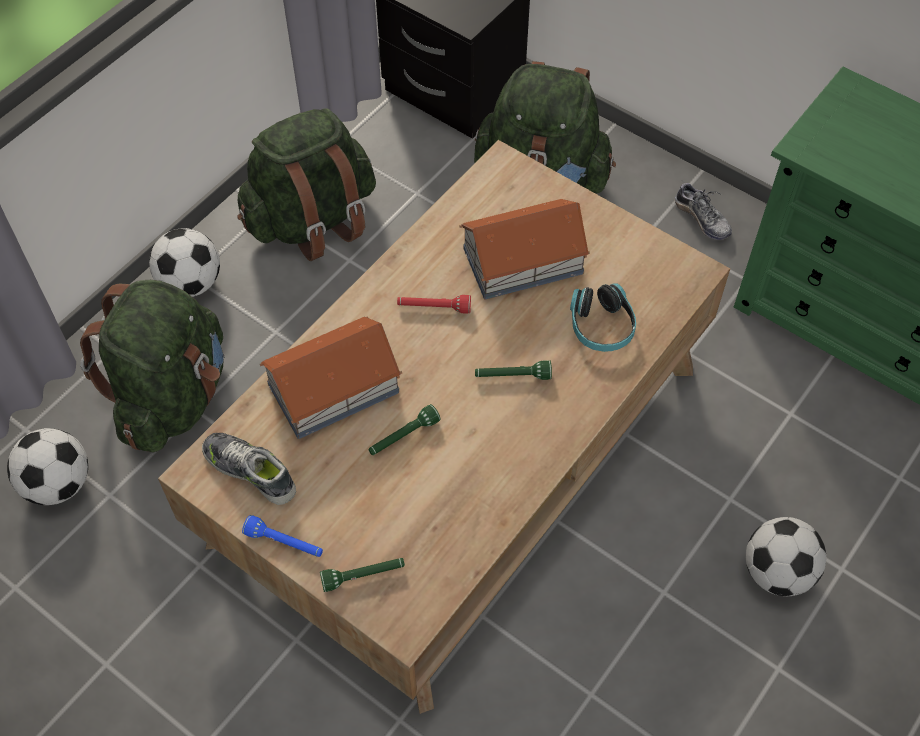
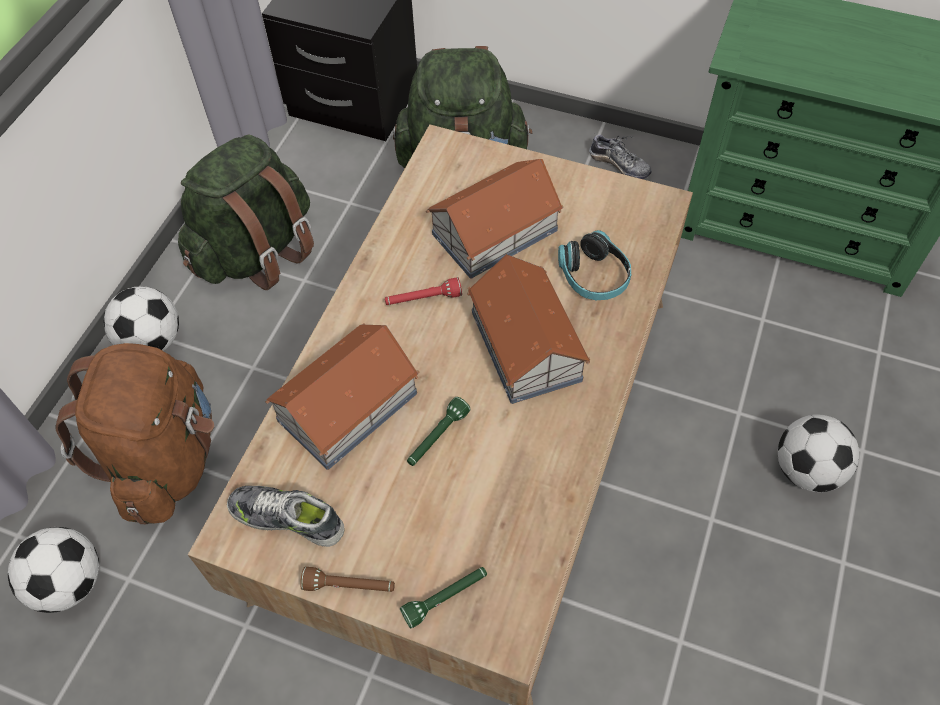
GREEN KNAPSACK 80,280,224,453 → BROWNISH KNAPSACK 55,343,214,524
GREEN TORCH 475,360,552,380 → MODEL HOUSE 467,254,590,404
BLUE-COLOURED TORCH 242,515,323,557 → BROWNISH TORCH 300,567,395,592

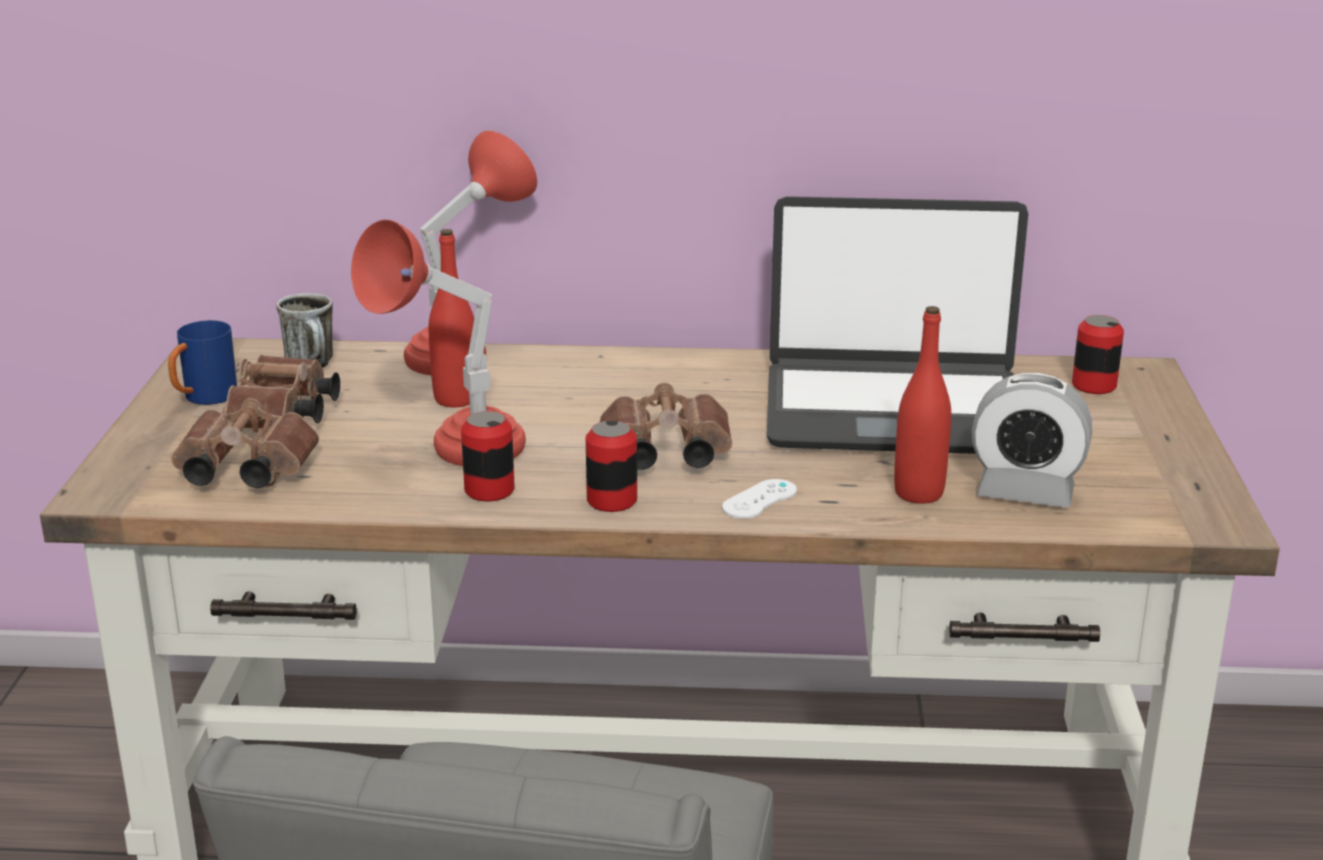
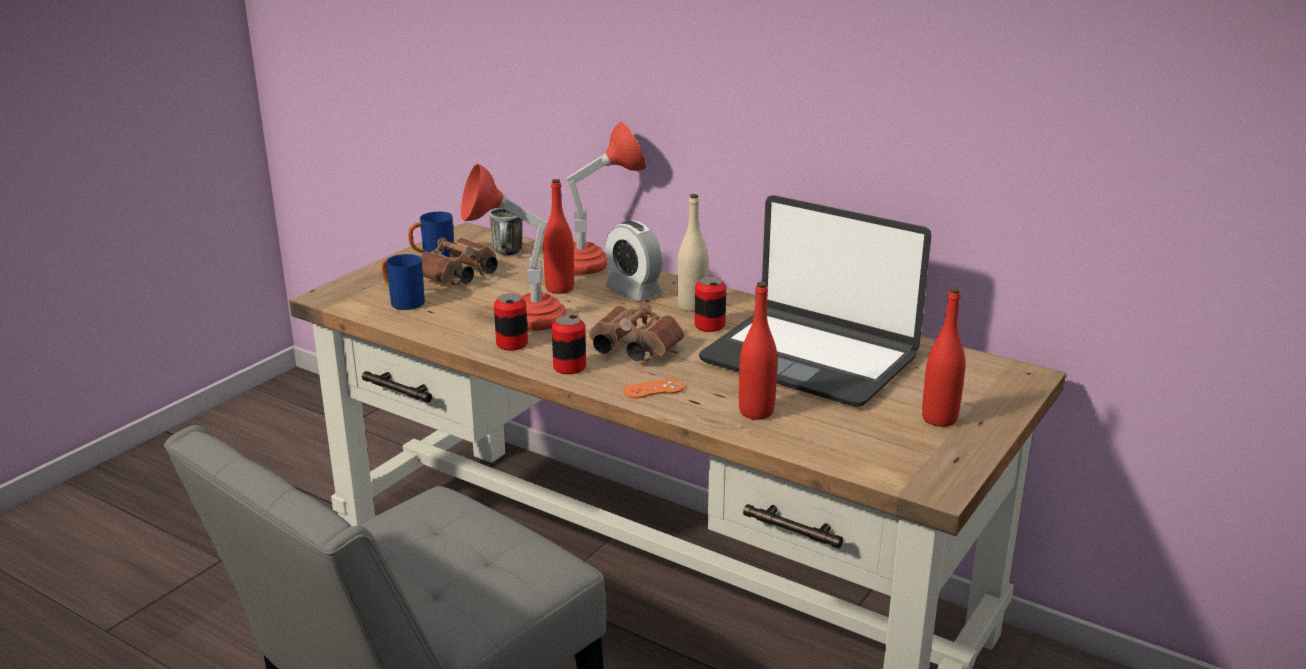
SEALED CAN 1072,315,1124,394 → SEALED CAN 695,276,726,332, moved
TABLE CLOCK 972,373,1092,508 → TABLE CLOCK 605,221,662,301, moved
BROWNISH BINOCULARS 171,398,319,488 → BLUE-COLOURED COFFEE MUG 382,254,425,310
WHITISH JOYPAD 722,479,797,519 → ORANGEY JOYPAD 623,379,685,399
- → BEIGE BOTTLE 677,194,709,312
- → RED-COLOURED BOTTLE 922,288,965,427

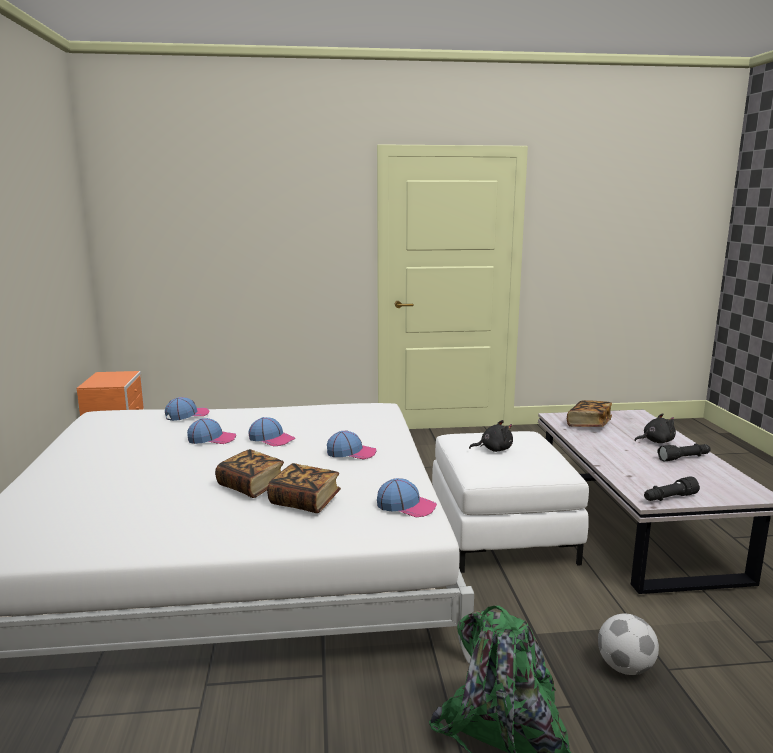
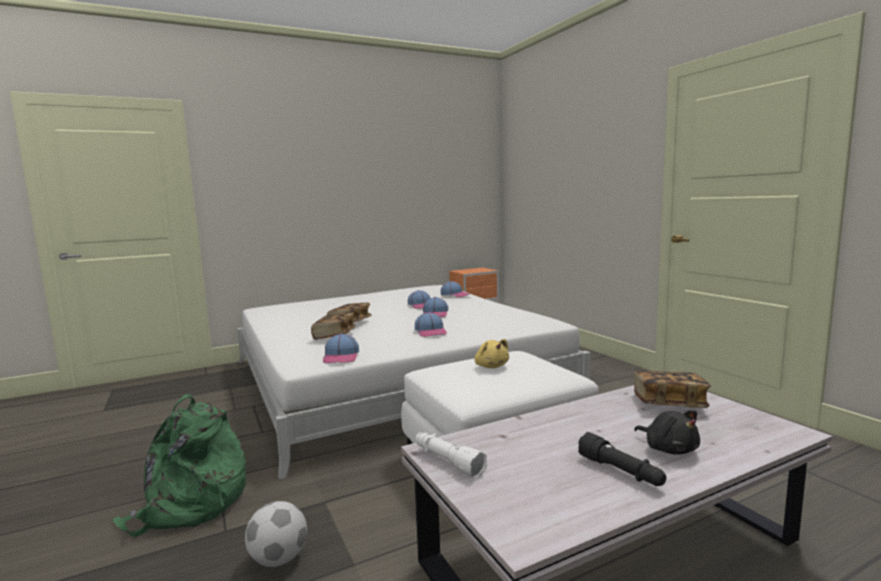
BLACKISH PLUSH TOY 469,420,513,452 → YELLOWISH PLUSH TOY 475,339,509,368
BLACKISH TORCH 644,476,700,501 → WHITISH TORCH 415,432,487,478

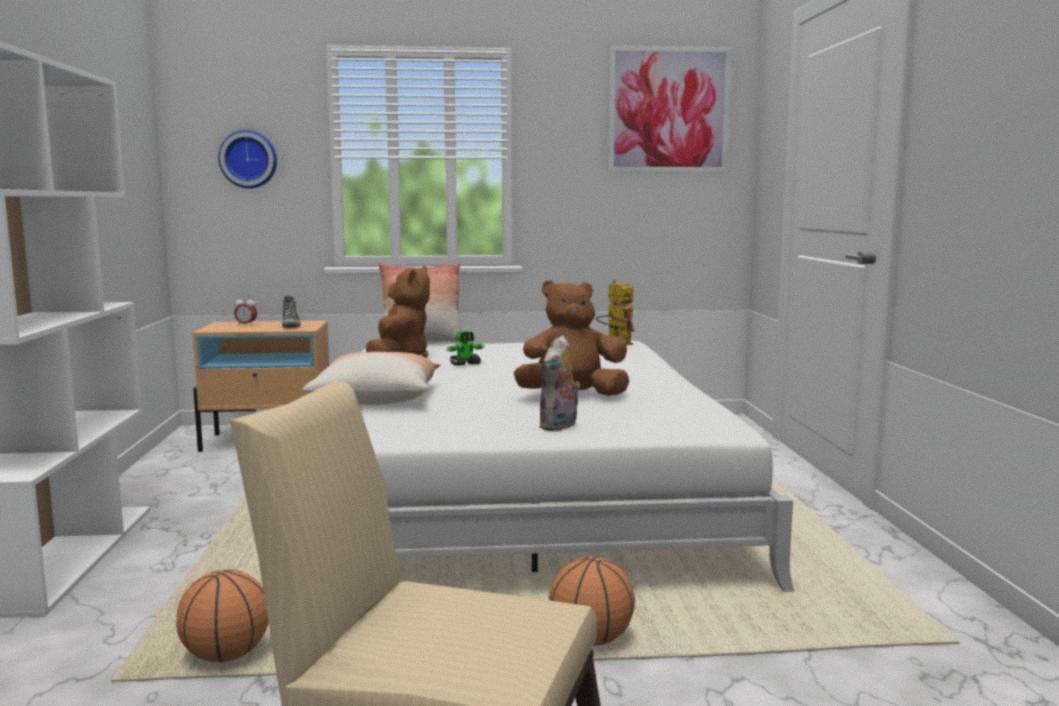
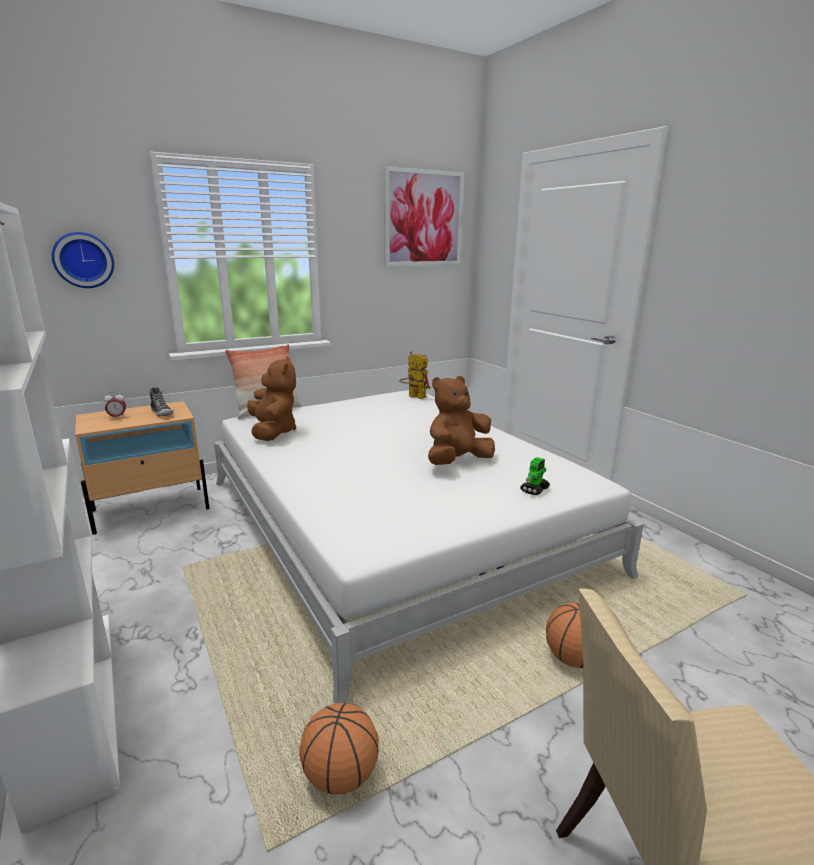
MODEL ROBOT 446,331,485,366 → MODEL ROBOT 521,457,550,495, moved
PLUSH TOY 539,335,580,431 → -
THROW PILLOW 302,352,440,405 → -

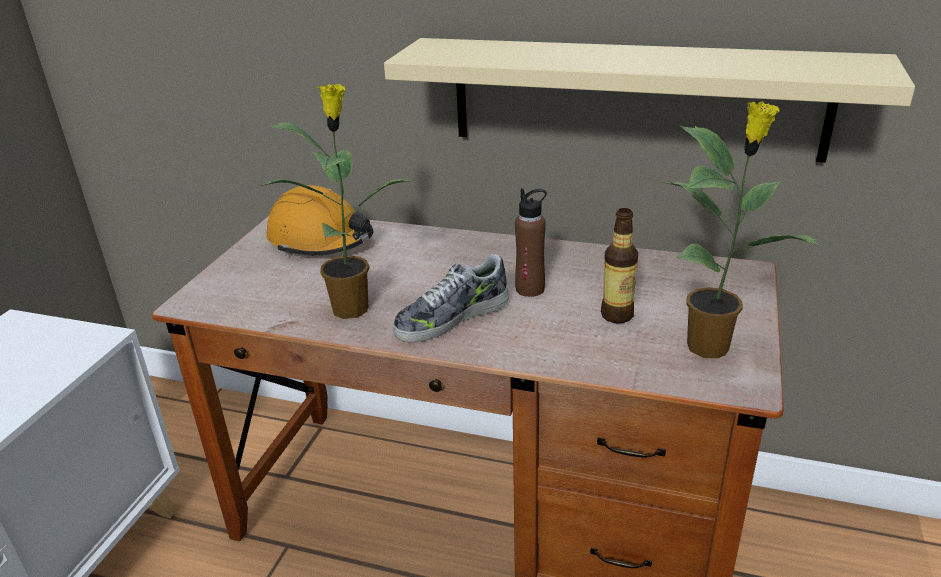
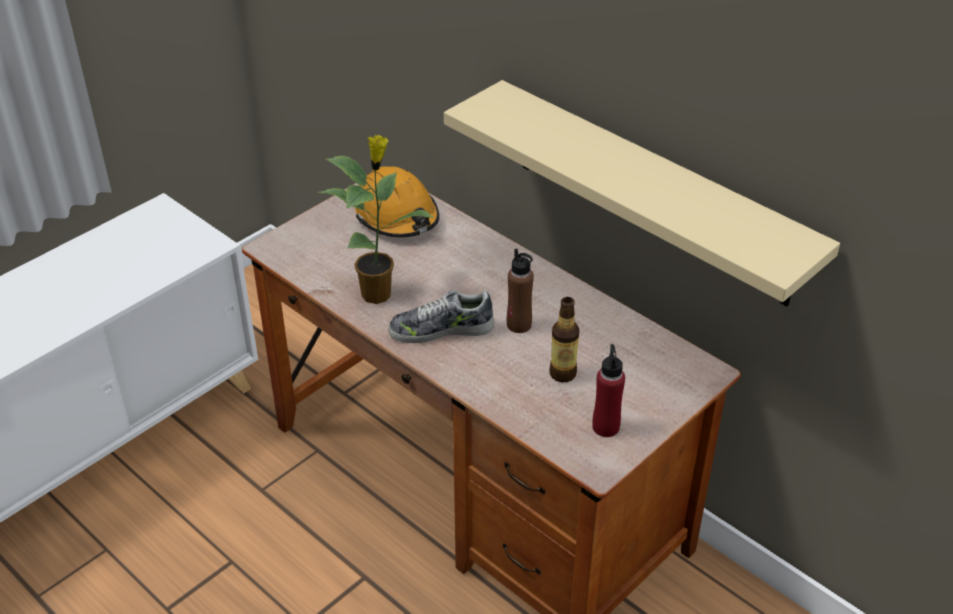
POTTED PLANT 663,101,822,358 → RED-COLOURED BOTTLE 592,344,625,437

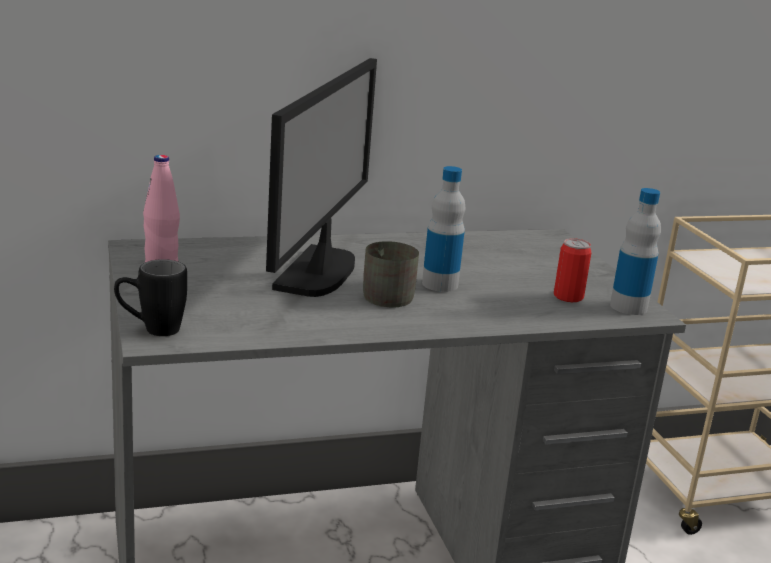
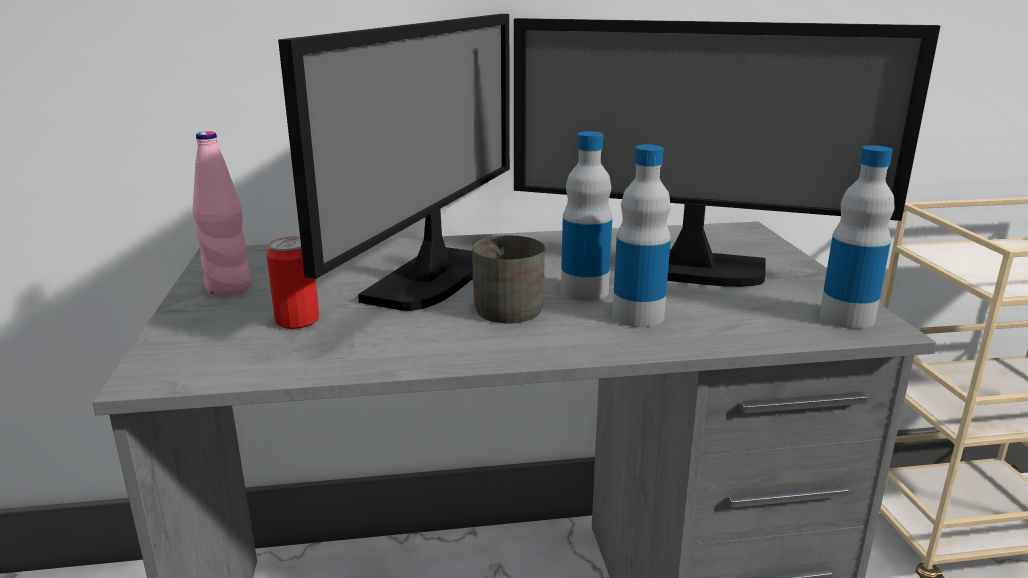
SEALED CAN 554,238,592,302 → SEALED CAN 266,236,319,329, moved
BLACKISH COFFEE MUG 114,259,187,336 → -
- → MONITOR 514,18,940,287
- → BOTTLE 612,145,671,327

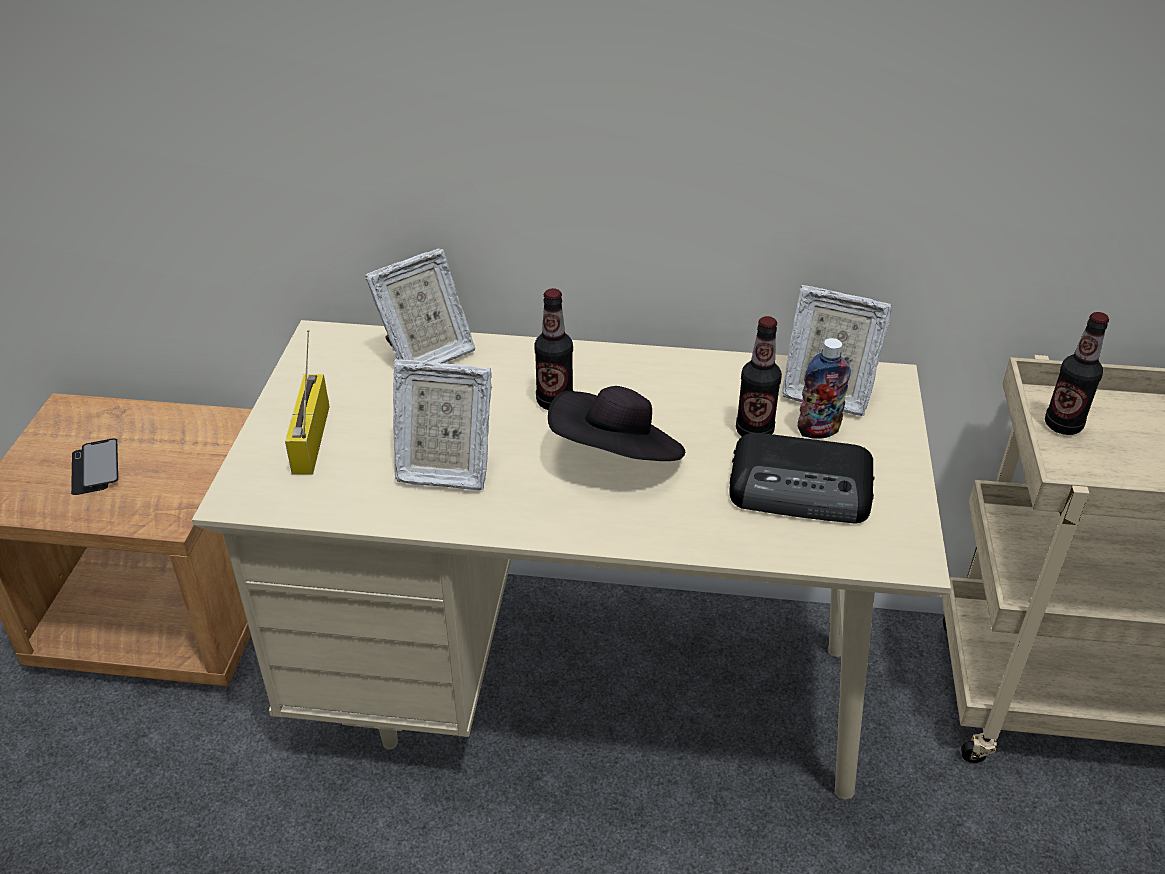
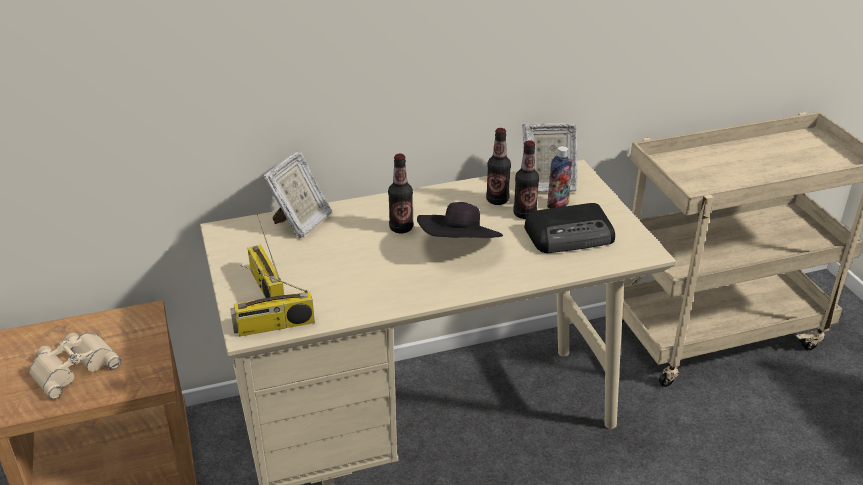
BOTTLE 1045,312,1109,435 → BOTTLE 486,128,511,205, moved
PICTURE FRAME 393,359,492,490 → -
HANDSET 71,438,118,495 → BEIGE BINOCULARS 29,333,121,399
- → RADIO 230,265,315,336

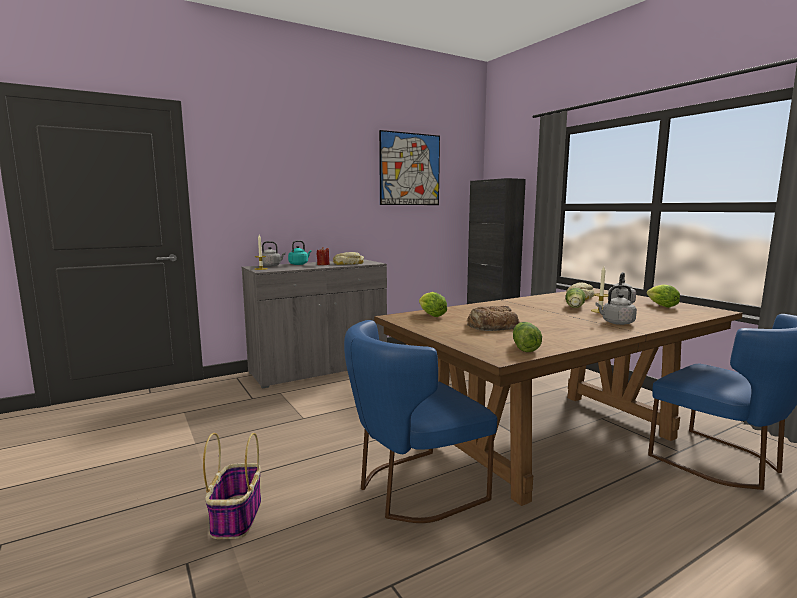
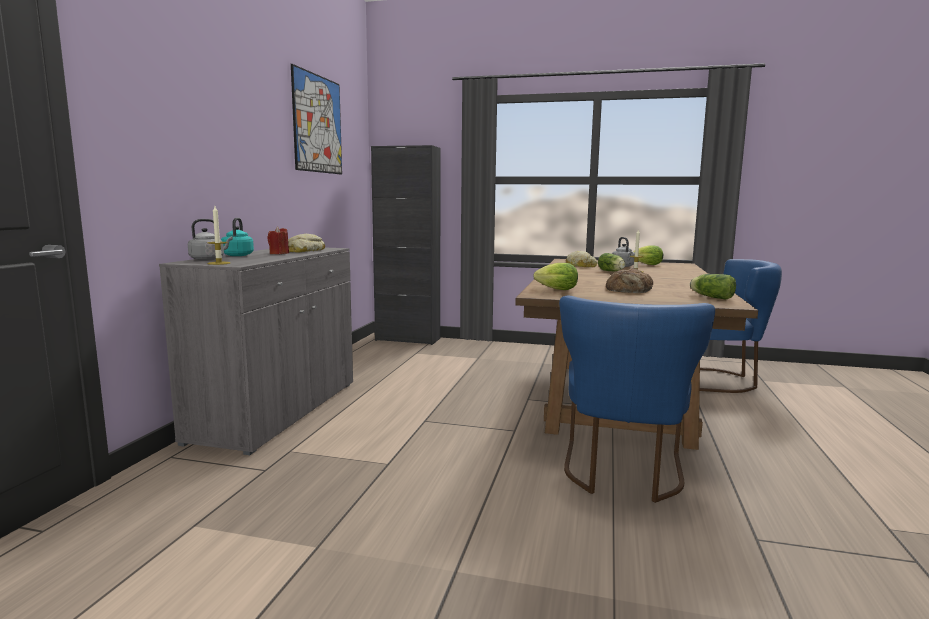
GREYISH WATER KETTLE 595,285,637,325 → -
HOUSEHOLD BASKET 203,433,261,539 → -

